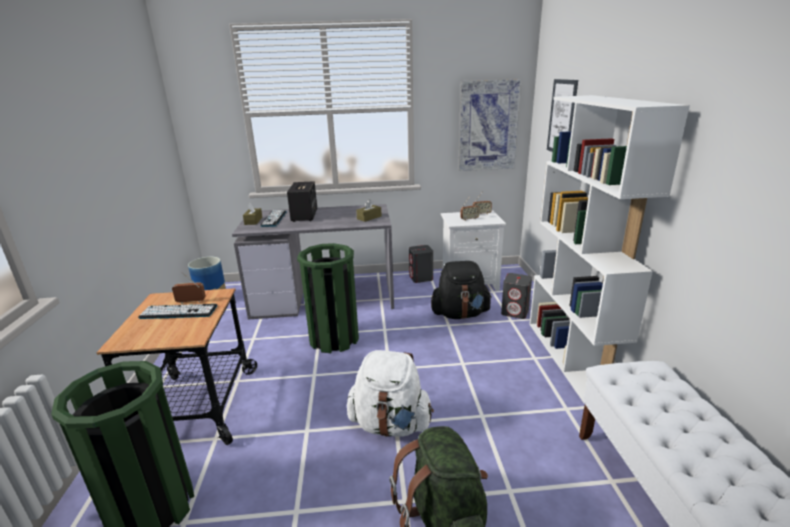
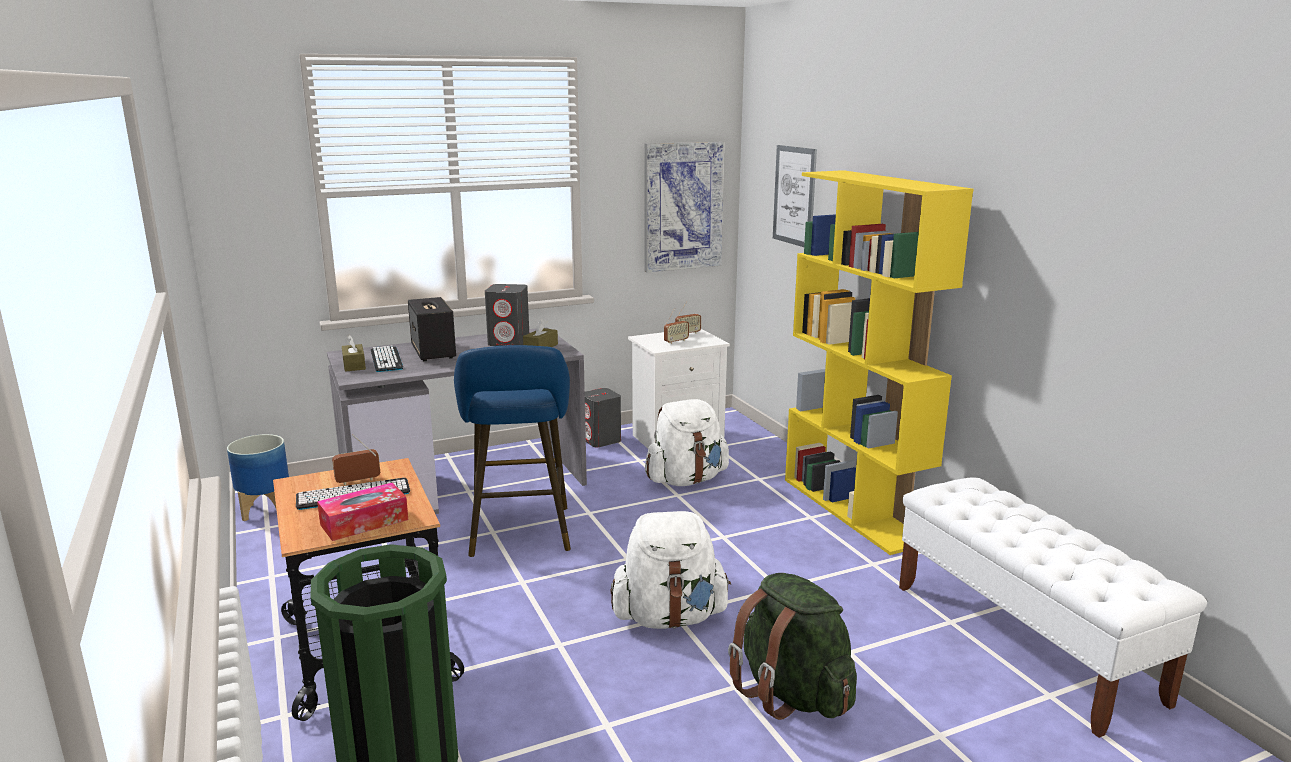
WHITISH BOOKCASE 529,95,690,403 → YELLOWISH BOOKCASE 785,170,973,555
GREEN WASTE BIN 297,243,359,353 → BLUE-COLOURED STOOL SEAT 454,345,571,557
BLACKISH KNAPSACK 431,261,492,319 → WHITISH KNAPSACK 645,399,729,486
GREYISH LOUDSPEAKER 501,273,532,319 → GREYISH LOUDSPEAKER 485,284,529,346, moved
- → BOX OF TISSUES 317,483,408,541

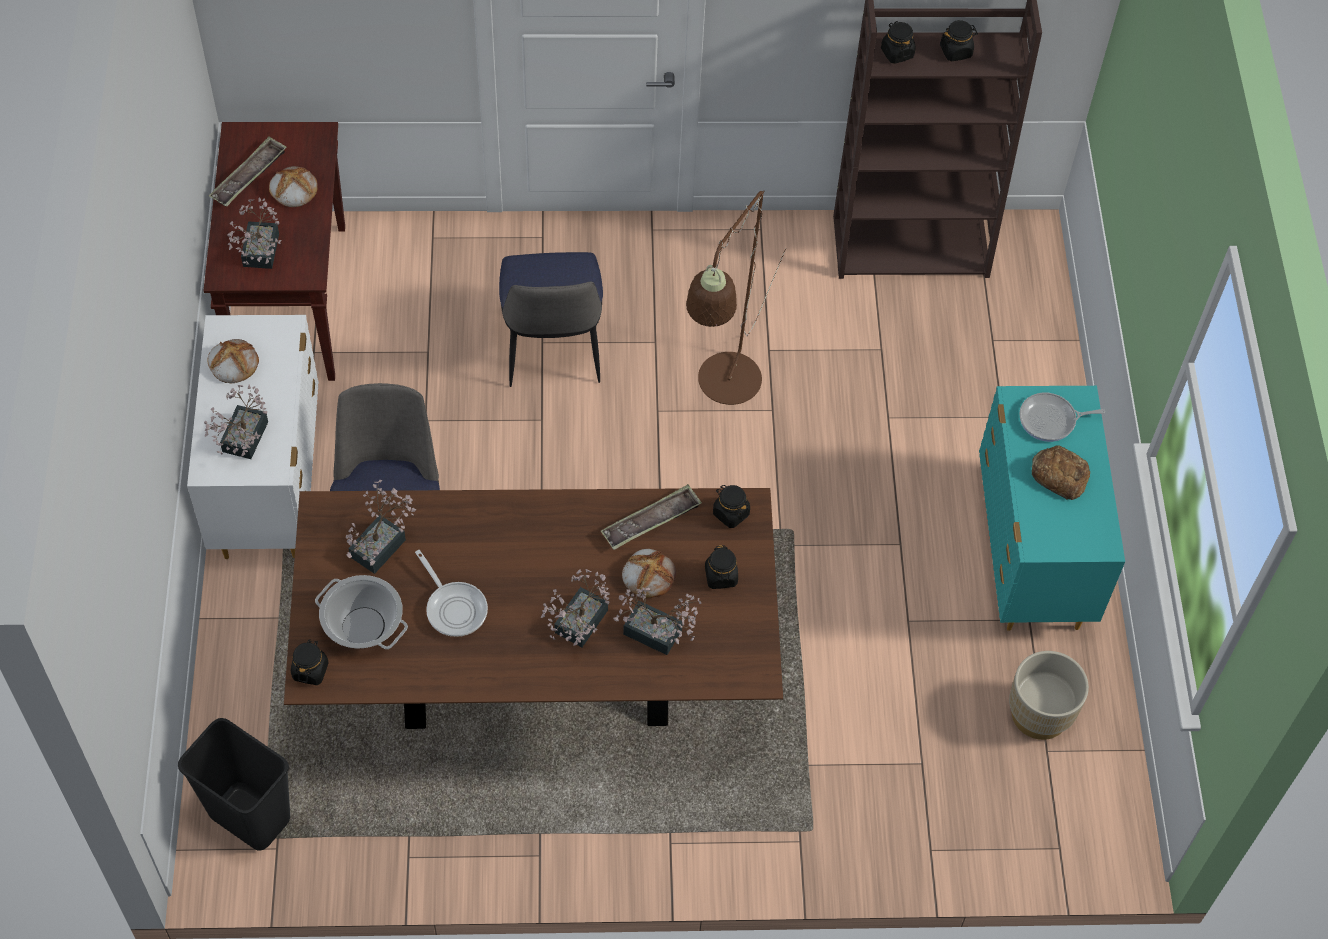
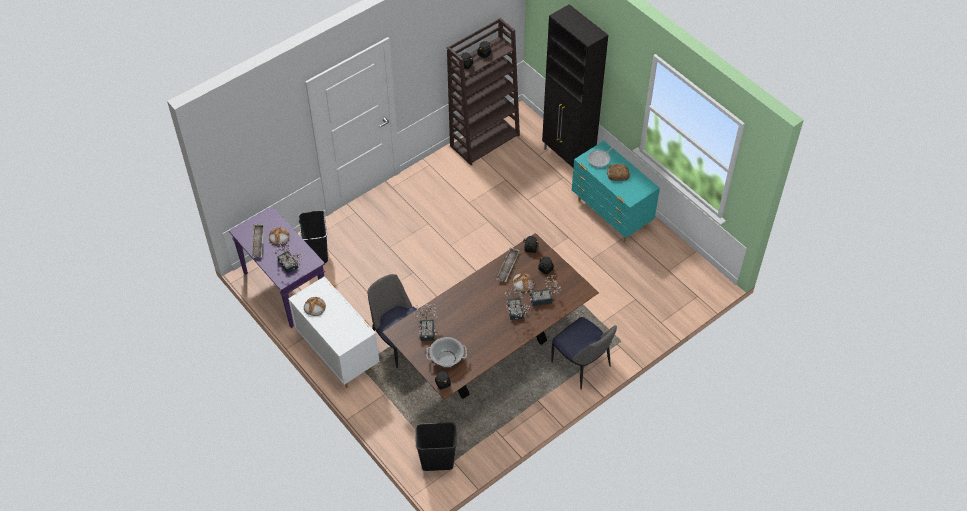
BROWNISH NARROW TABLE 203,122,345,381 → PURPLISH NARROW TABLE 229,206,325,328
BROWNISH STANDING LAMP 686,191,786,405 → -
UPRIGHT CHAIR 499,252,603,387 → UPRIGHT CHAIR 551,317,617,390, moved
POTTED PLANT 204,384,268,459 → -
PAN 415,550,488,637 → -
BEIGE PLANTER 1009,651,1089,740 → -
- → BLACKISH CUPBOARD 542,4,608,168
- → BLACKISH WASTE BIN 298,210,328,263

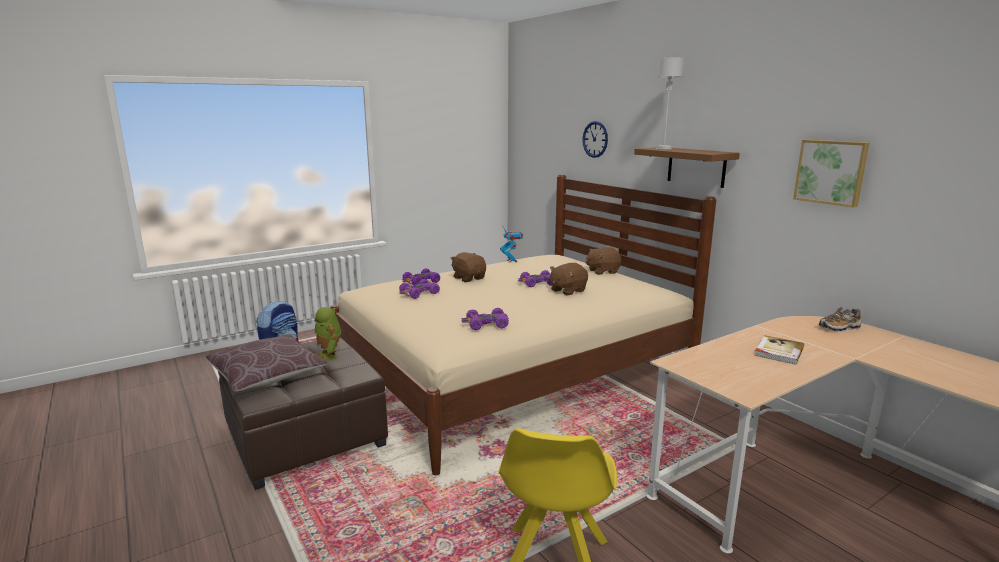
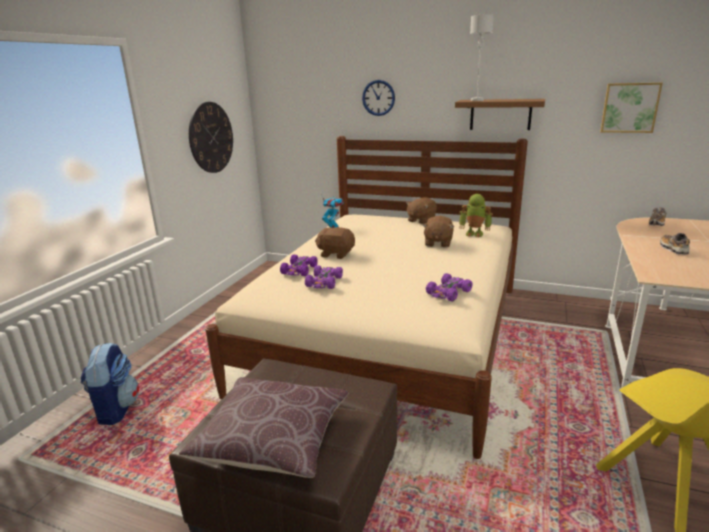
PURPLISH MODEL CAR 518,270,552,287 → -
MODEL ROBOT 314,307,341,361 → MODEL ROBOT 459,194,493,238, moved
BOUND BOOK 755,335,804,365 → LOW SHOE 660,233,690,255
- → WALL CLOCK 189,102,233,173

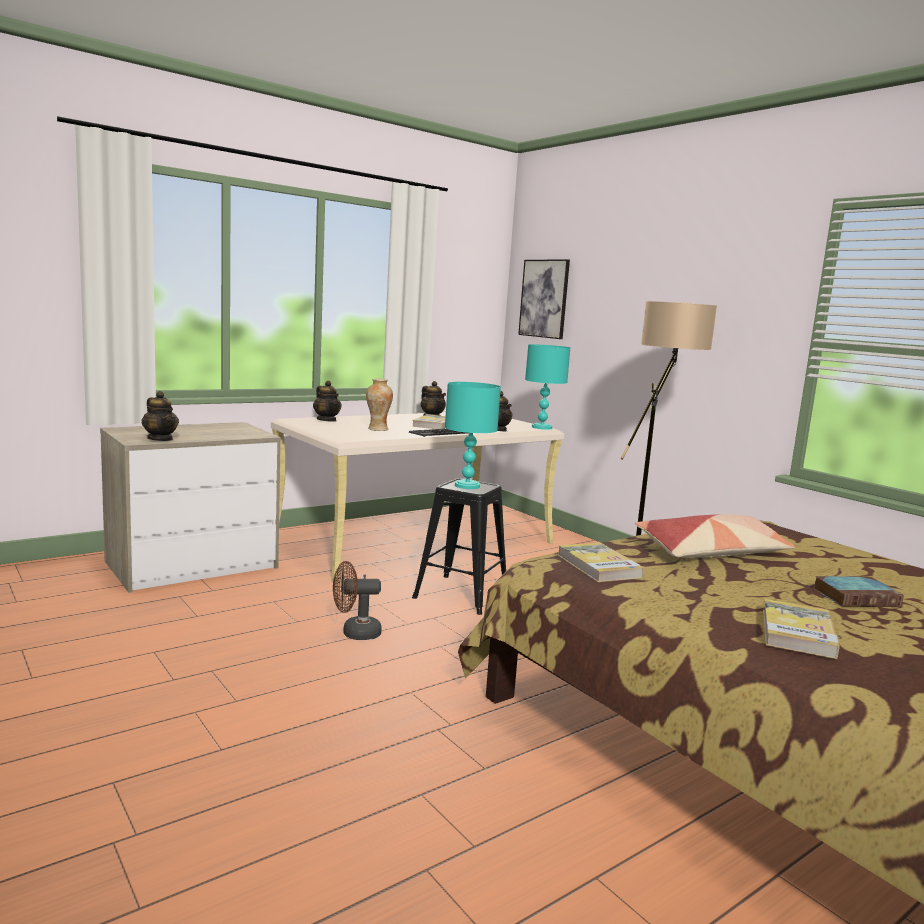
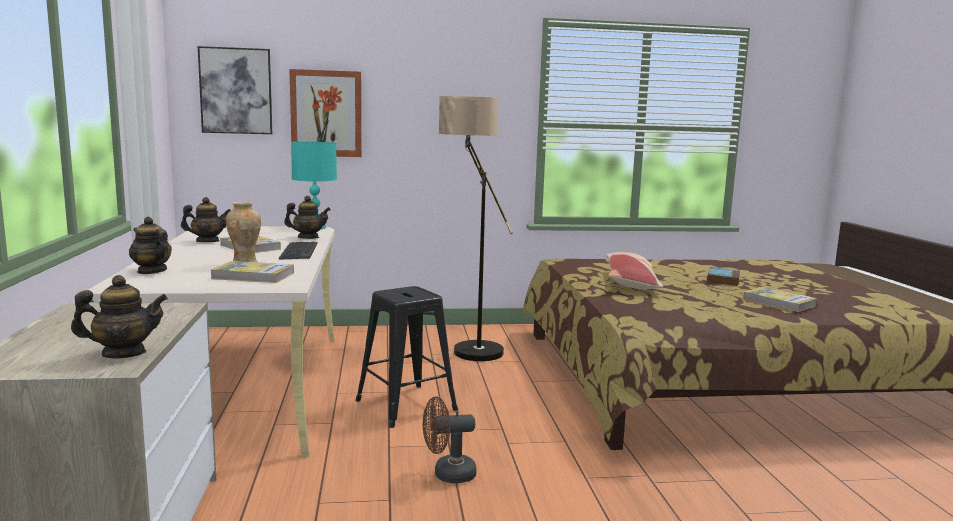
POT FOR TEA 313,381,342,422 → POT FOR TEA 129,217,172,274, 135 degrees counterclockwise
TURQUOISE TABLE LAMP 445,382,501,489 → -
BOUND BOOK 558,543,644,582 → BOUND BOOK 211,261,294,283, moved
BROWNISH ELECTRIC FAN 333,561,382,640 → BROWNISH ELECTRIC FAN 423,397,477,483, 60 degrees clockwise
- → WALL PICTURE 289,69,362,157

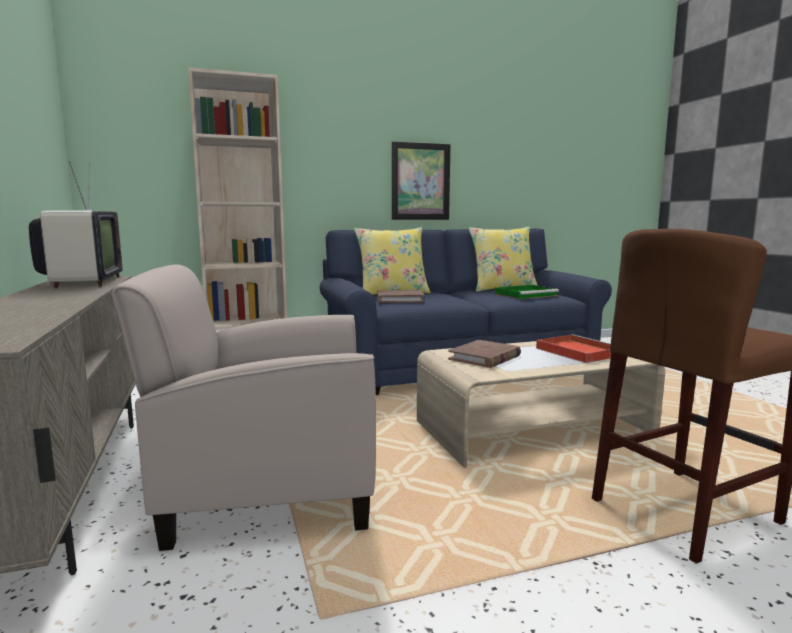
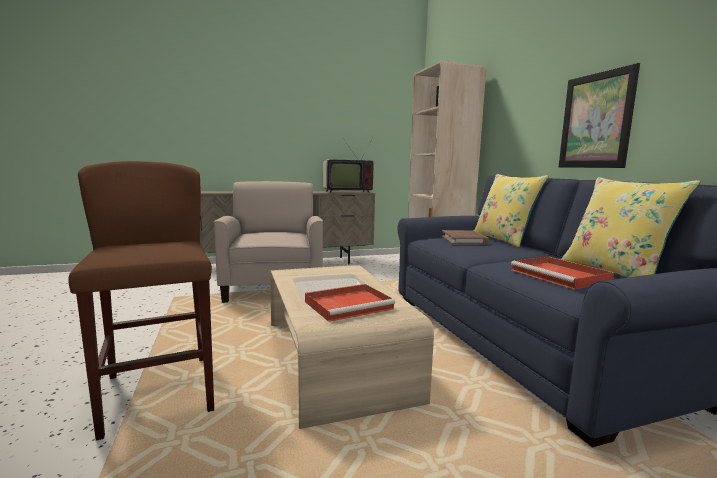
GREEN TRAY 495,285,559,299 → RED-COLOURED TRAY 511,257,614,289
BROWNISH BOUND BOOK 448,340,521,368 → -

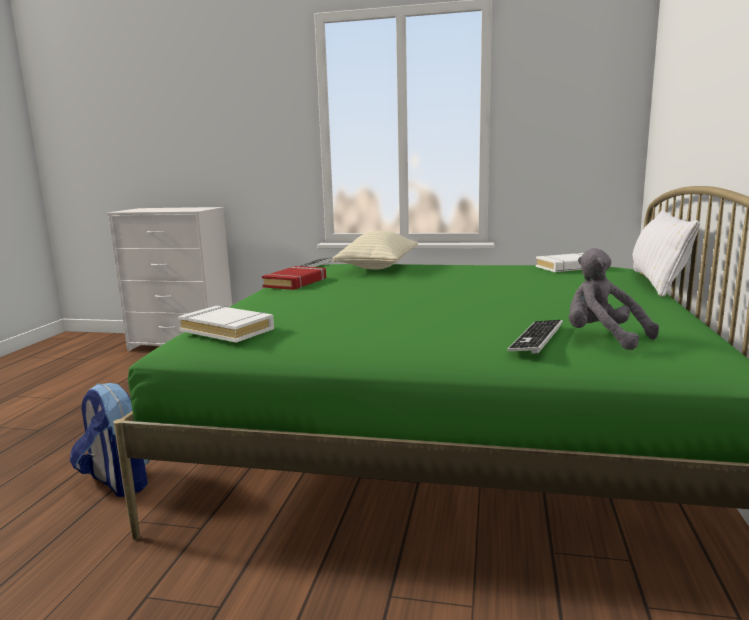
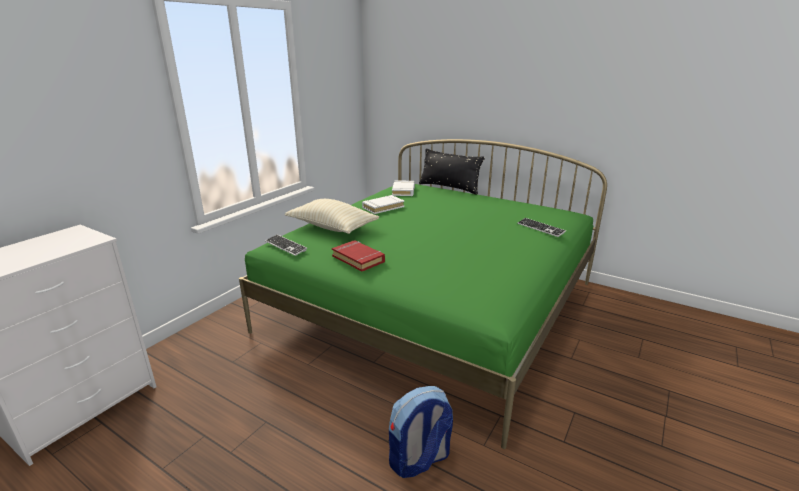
WHITISH THROW PILLOW 633,209,700,297 → BLACKISH THROW PILLOW 419,149,485,194
GREYISH PLUSH TOY 569,248,659,350 → -
WHITISH BOUND BOOK 178,306,274,343 → WHITISH BOUND BOOK 362,195,404,214, moved

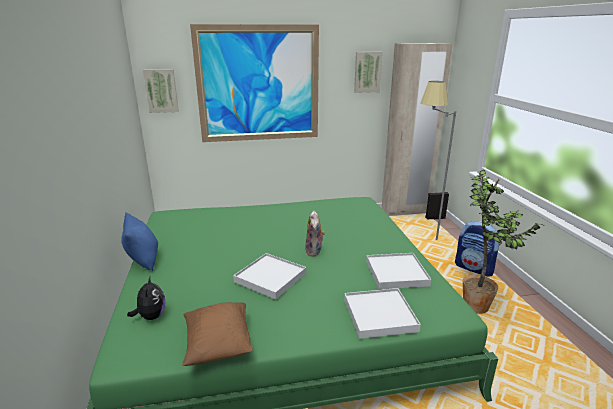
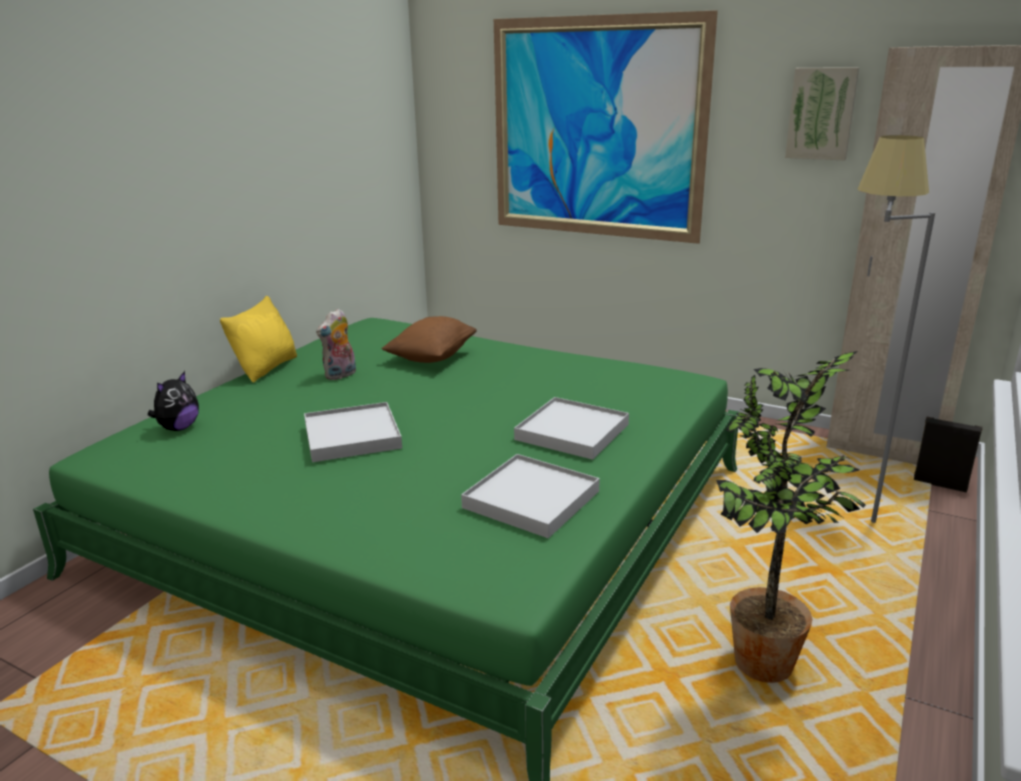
WALL PICTURE 143,69,179,113 → -
PLUSH TOY 305,211,325,257 → PLUSH TOY 316,309,356,380, moved
BLUE-COLOURED THROW PILLOW 121,212,158,271 → YELLOWISH THROW PILLOW 220,296,297,383
KNAPSACK 455,221,502,277 → -
WHITISH TRAY 344,288,421,339 → WHITISH TRAY 514,397,629,460, moved
BROWNISH THROW PILLOW 183,302,253,366 → BROWNISH THROW PILLOW 381,316,477,363, moved

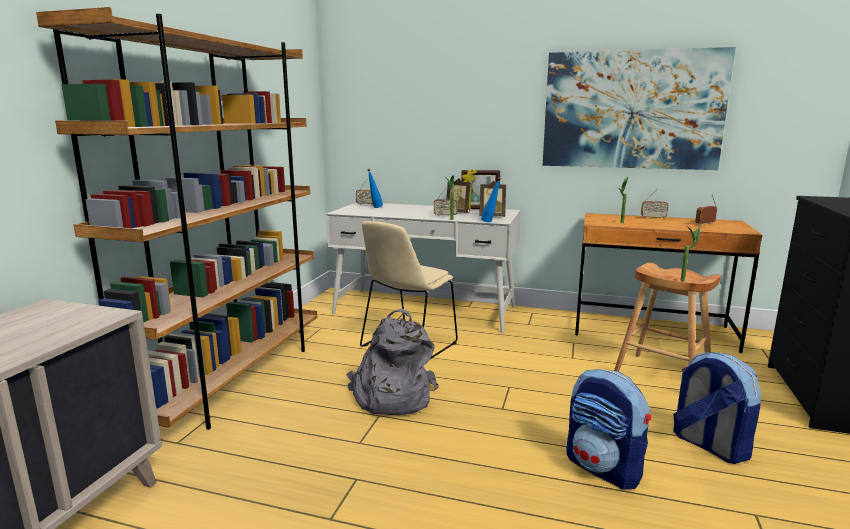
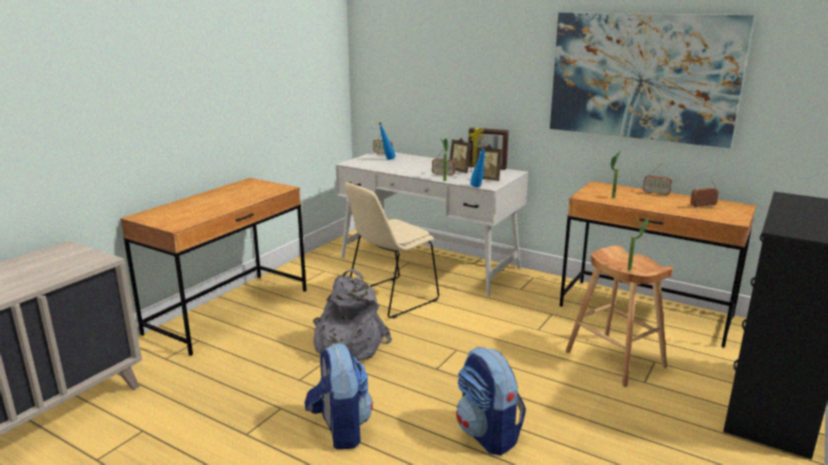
BROWNISH BOOKCASE 36,7,317,430 → BROWNISH DESK TABLE 120,178,306,356
KNAPSACK 673,352,761,464 → KNAPSACK 304,343,373,449, moved

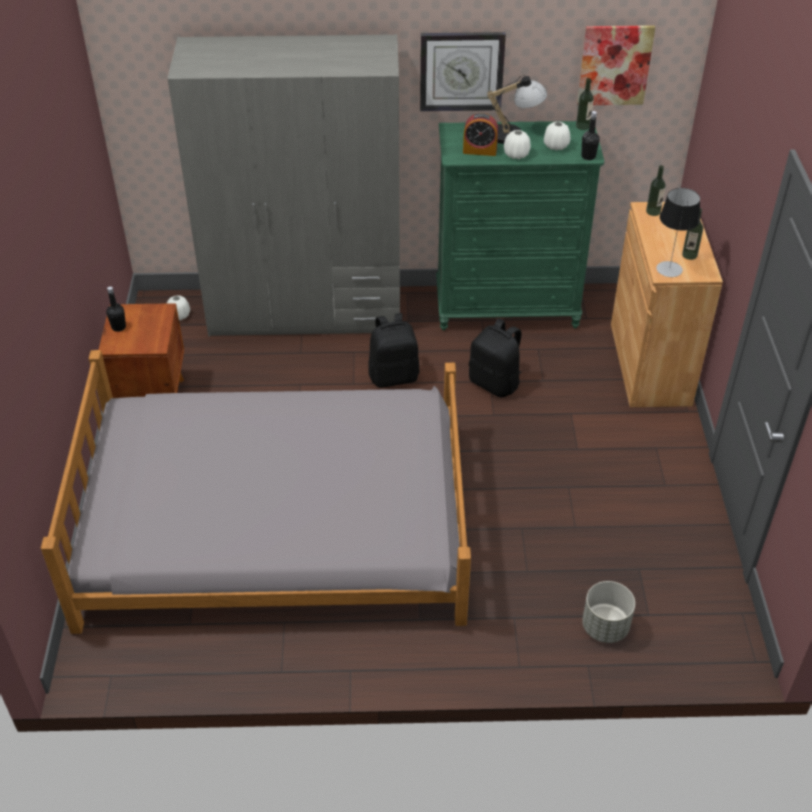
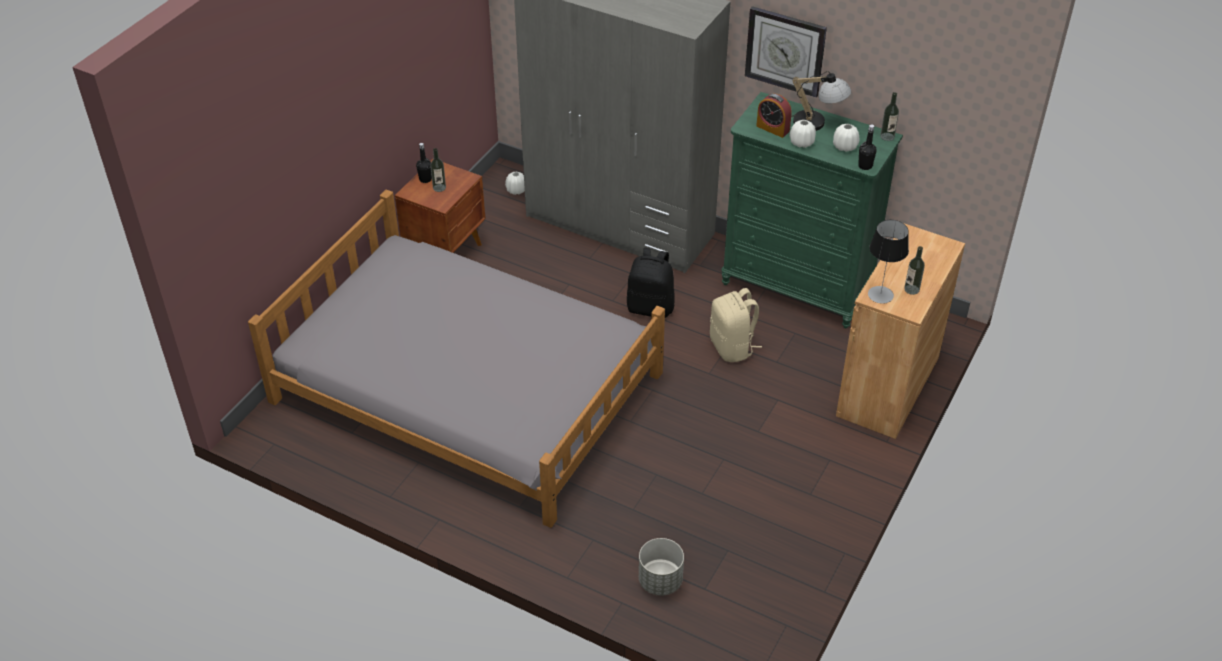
WALL PICTURE 577,25,655,105 → -
BOTTLE 646,165,666,216 → BOTTLE 430,148,446,192, moved
BLACKISH KNAPSACK 469,319,522,397 → BEIGE KNAPSACK 710,288,762,362

